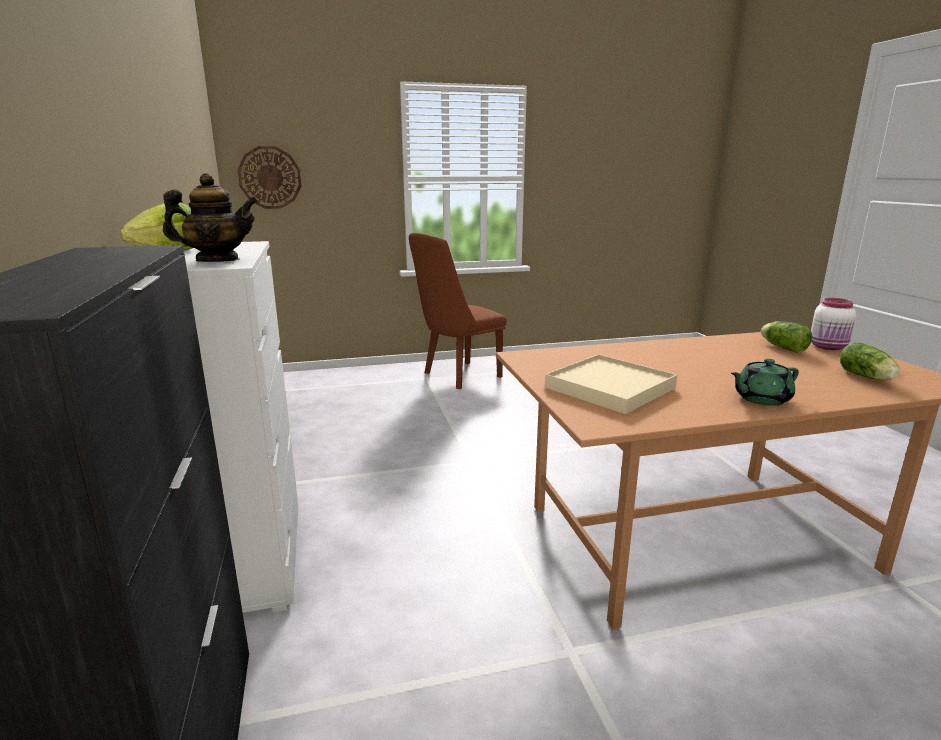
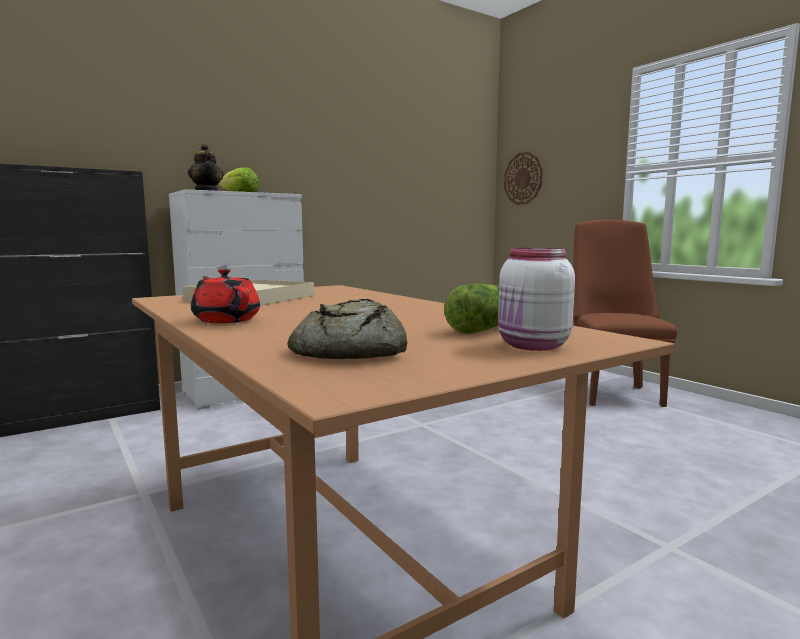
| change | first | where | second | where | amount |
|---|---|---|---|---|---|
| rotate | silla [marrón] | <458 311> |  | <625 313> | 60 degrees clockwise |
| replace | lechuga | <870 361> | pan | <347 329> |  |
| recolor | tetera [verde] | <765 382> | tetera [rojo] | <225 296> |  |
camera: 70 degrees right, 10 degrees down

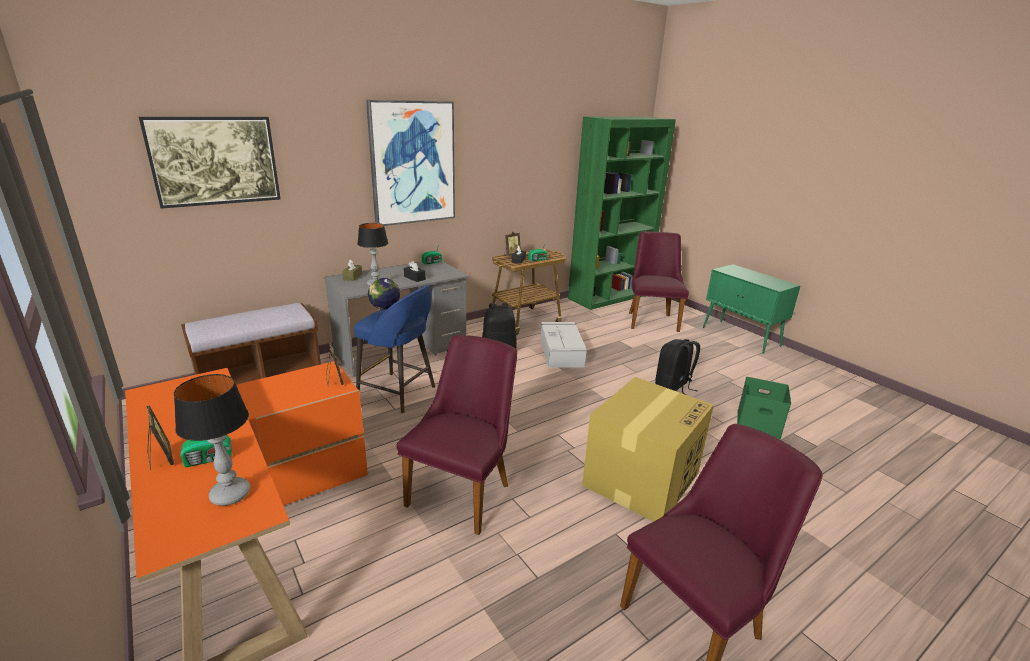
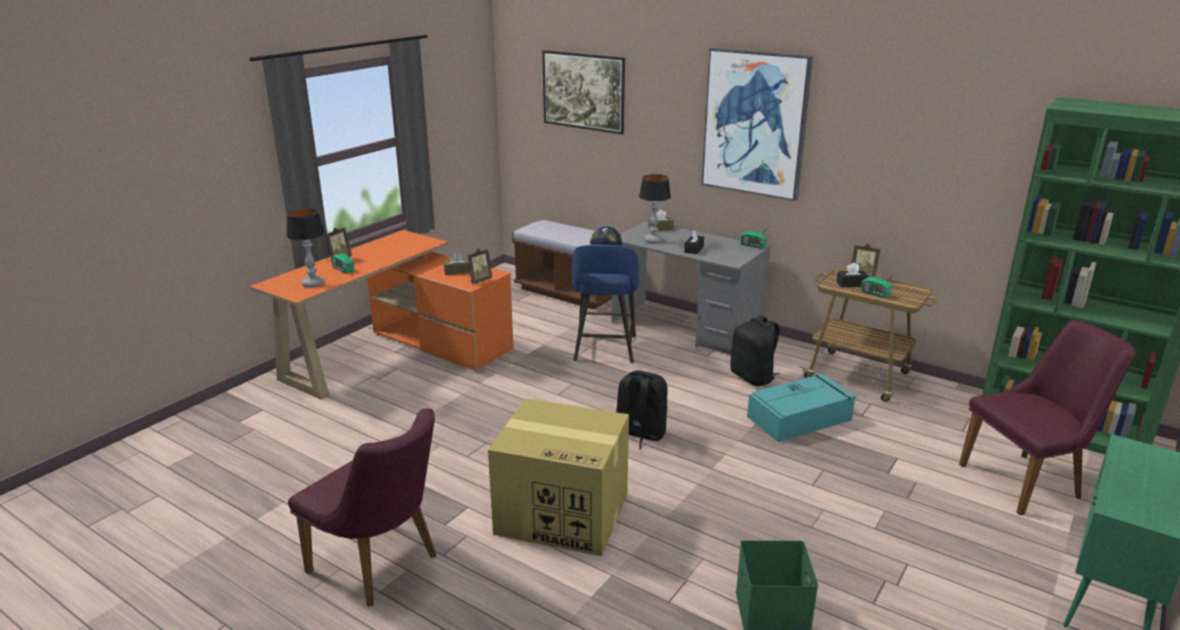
| change | first | where | second | where | amount |
|---|---|---|---|---|---|
| recolor | caja de almacenaje [gris] | <563 345> | caja de almacenaje [turquesa] | <801 408> |  |
| delete | silla [morado] | <456 435> |  |  |  |
| move | mochila [negro] | <677 367> |  | <642 409> |  |
| insert |  |  | caja de pañuelos [marrón] | <456 263> |  |
camera: 70 degrees right, 0 degrees up

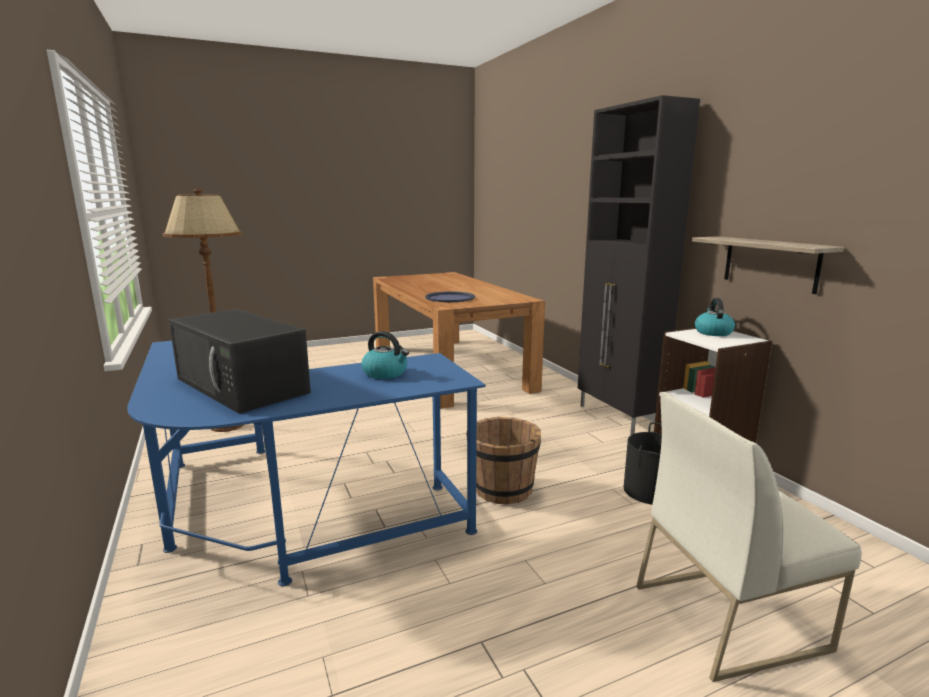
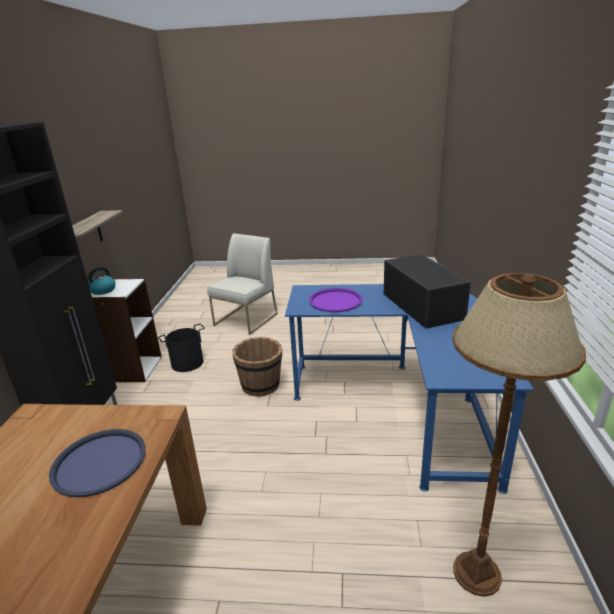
| change | first | where | second | where | amount |
|---|---|---|---|---|---|
| replace | hervidor | <385 355> | bandeja [morado] | <336 300> |  |
| rotate | silla [blanco] | <749 537> |  | <242 284> | 75 degrees counterclockwise |
camera: 150 degrees left, 10 degrees up

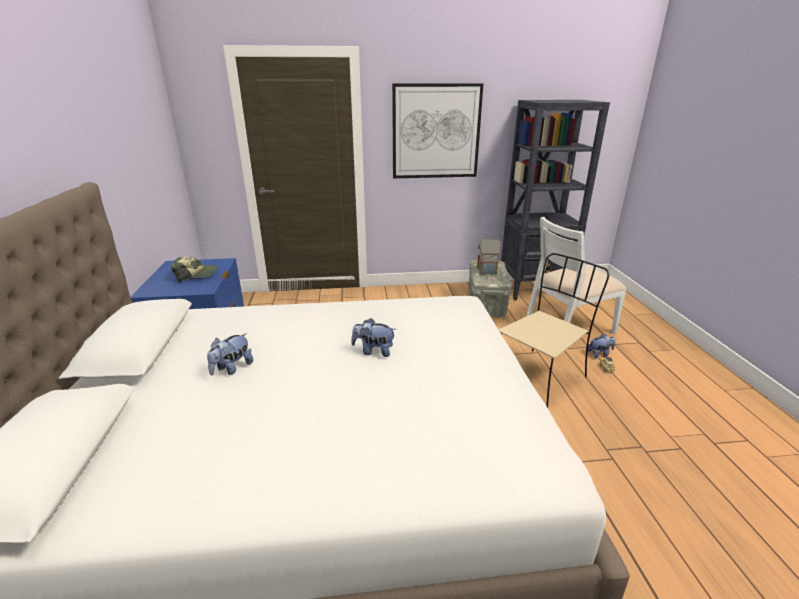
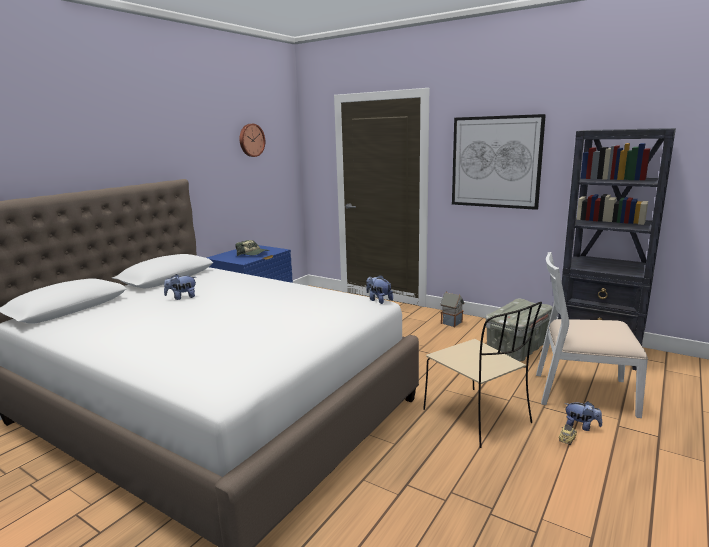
| change | first | where | second | where | amount |
|---|---|---|---|---|---|
| move | casita | <489 256> |  | <452 309> |  |
| rotate | silla [beis] | <553 330> |  | <482 375> | 60 degrees clockwise |
| move | peluche | <373 337> |  | <379 289> |  |
| insert |  |  | reloj de pared | <252 140> |  |
camera: 40 degrees right, 10 degrees down

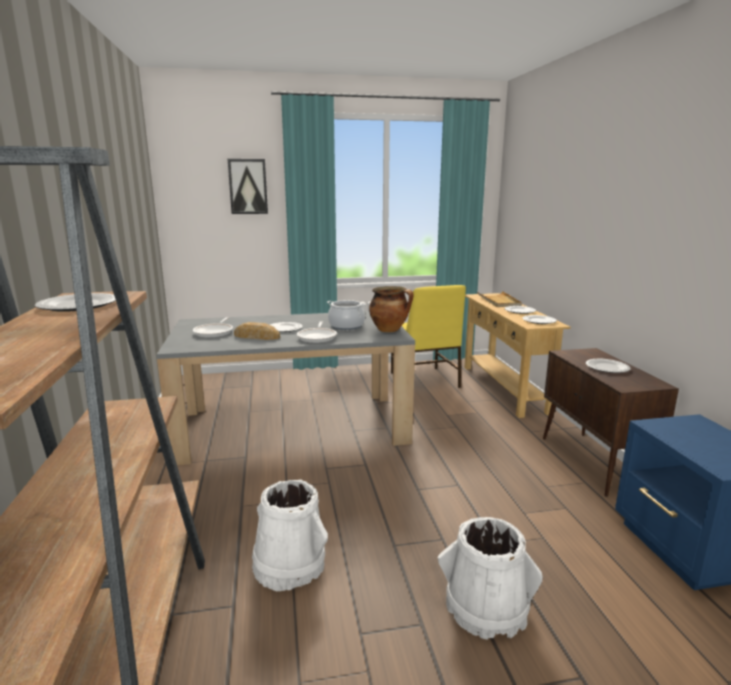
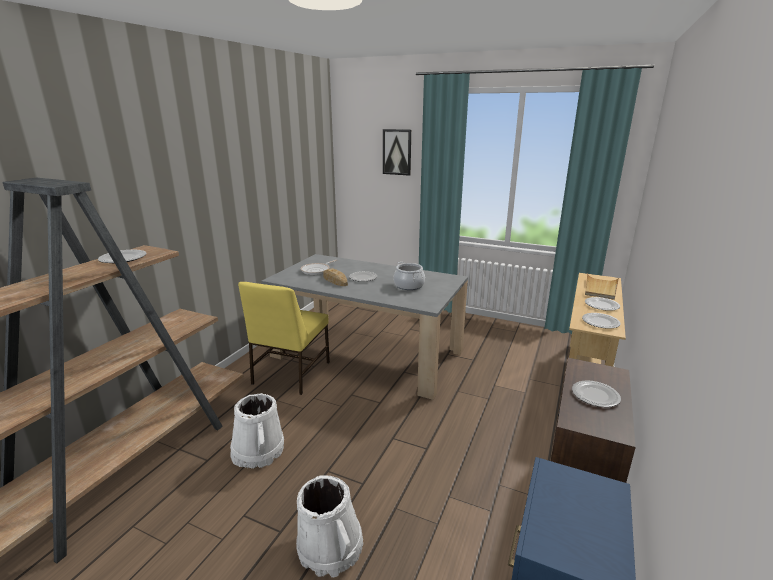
| change | first | where | second | where | amount |
|---|---|---|---|---|---|
| move | silla [amarillo] | <428 336> |  | <284 338> |  |
| delete | olla | <391 309> |  |  |  |
| delete | sartén | <317 332> |  |  |  |
camera: 35 degrees right, 5 degrees up

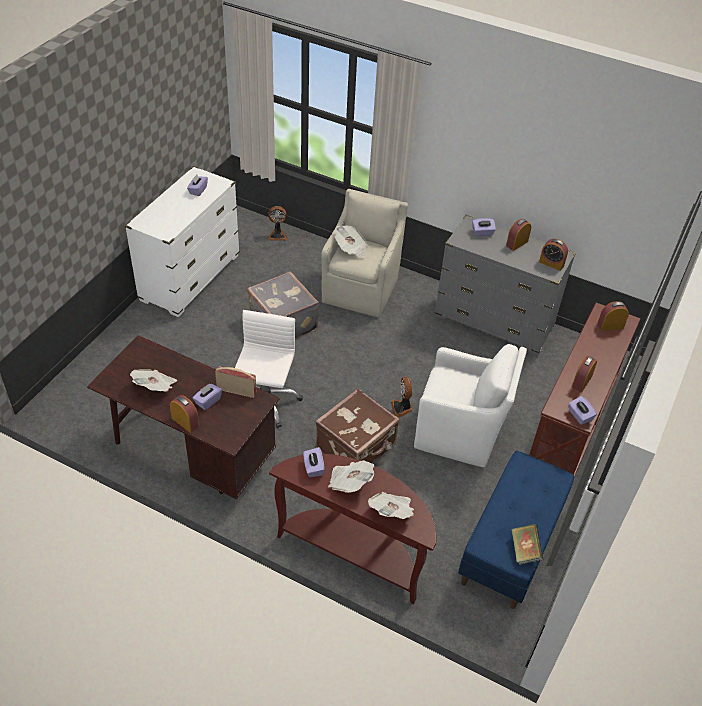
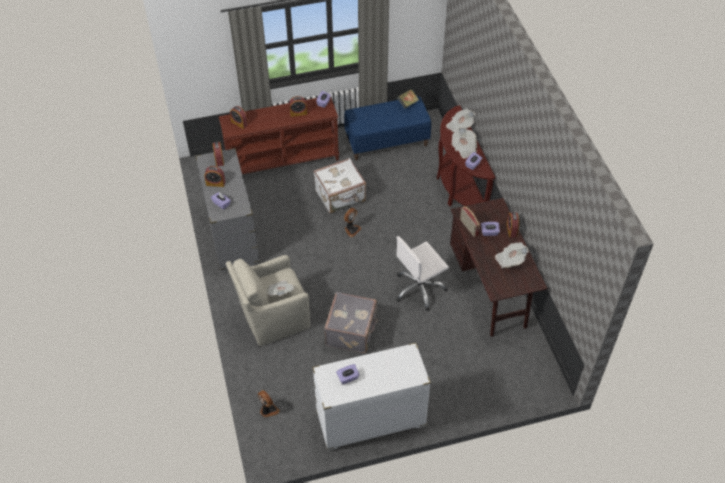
| change | first | where | second | where | amount |
|---|---|---|---|---|---|
| replace | sillón [blanco] | <470 405> | maleta [blanco] | <339 185> |  |
| delete | maleta [marrón] | <358 425> |  |  |  |
camera: 130 degrees left, 5 degrees up

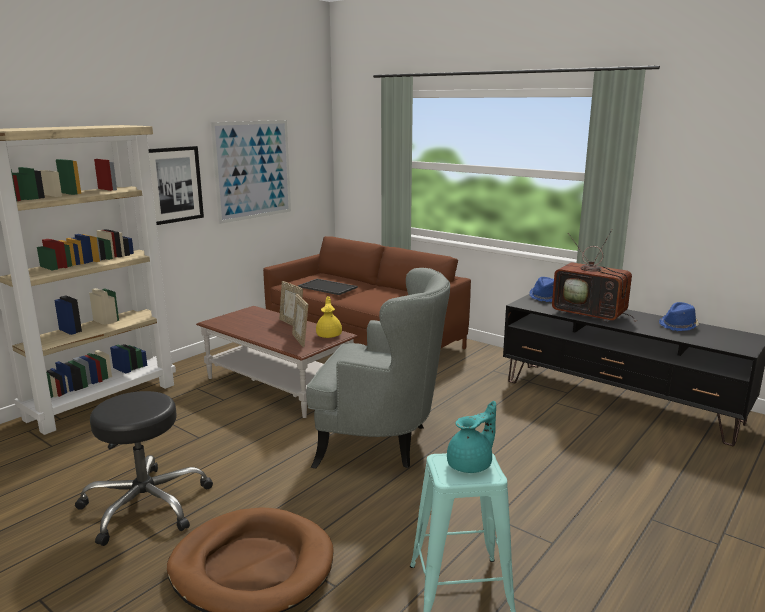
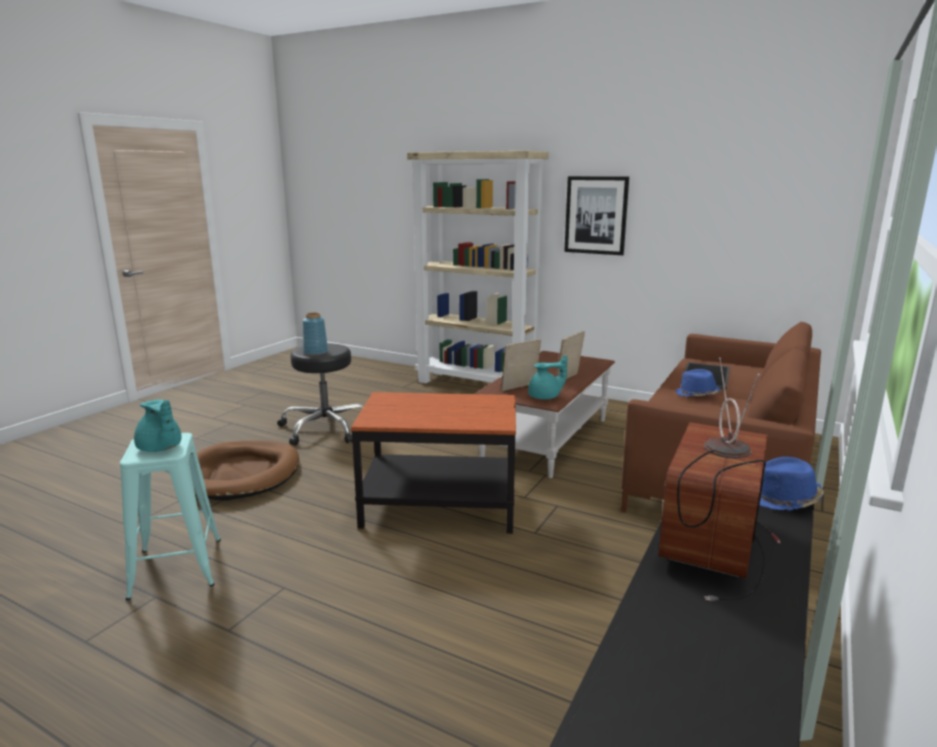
| change | first | where | second | where | amount |
|---|---|---|---|---|---|
| delete | cuadro | <251 172> |  |  |  |
| replace | sillón [gris] | <378 368> | mesa auxiliar | <433 463> |  |
| recolor | tetera [amarillo] | <329 317> | tetera [turquesa] | <547 377> |  |
| move | sombrero [azul] | <679 316> |  | <698 383> |  |
| insert |  |  | florero [azul] | <315 333> |  |
camera: 80 degrees right, 0 degrees up

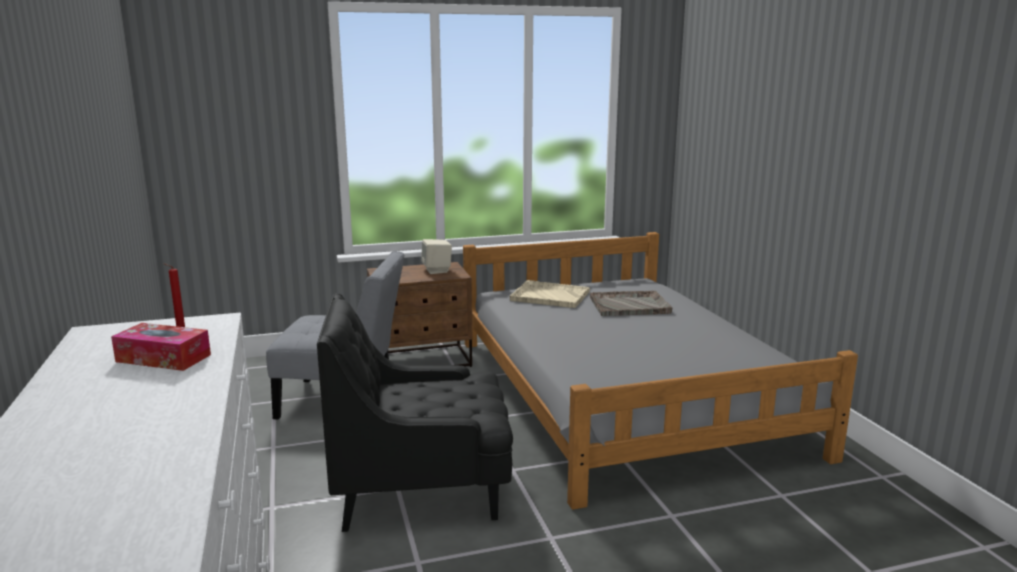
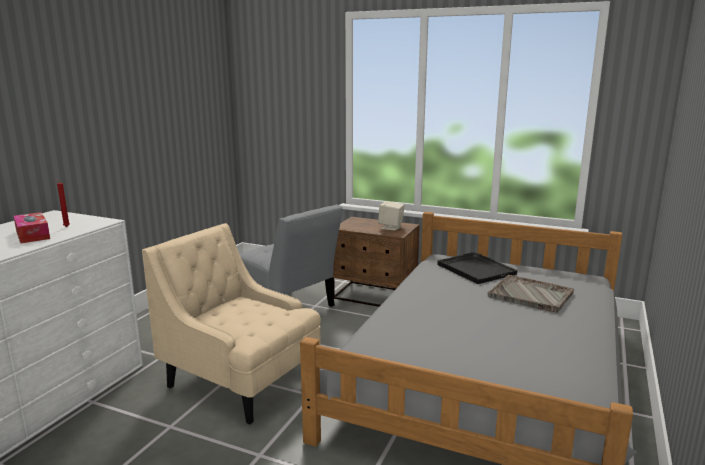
| change | first | where | second | where | amount |
|---|---|---|---|---|---|
| recolor | bandeja [beis] | <549 294> | bandeja [negro] | <477 268> |  |
| recolor | sillón [negro] | <415 412> | sillón [beis] | <231 323> |  |
camera: 40 degrees right, 0 degrees up

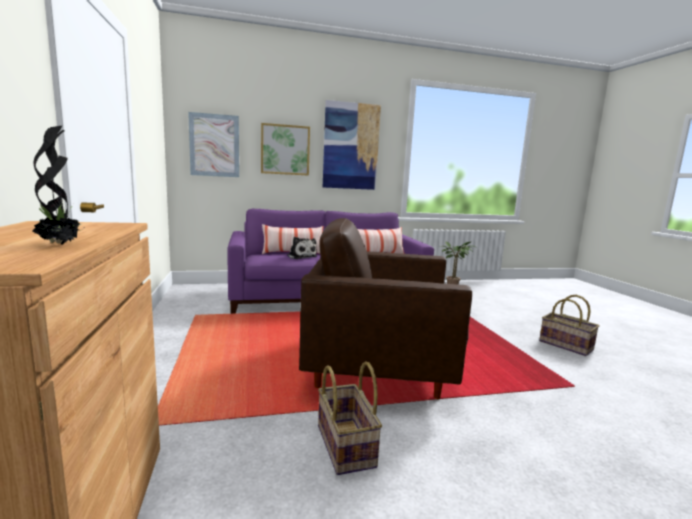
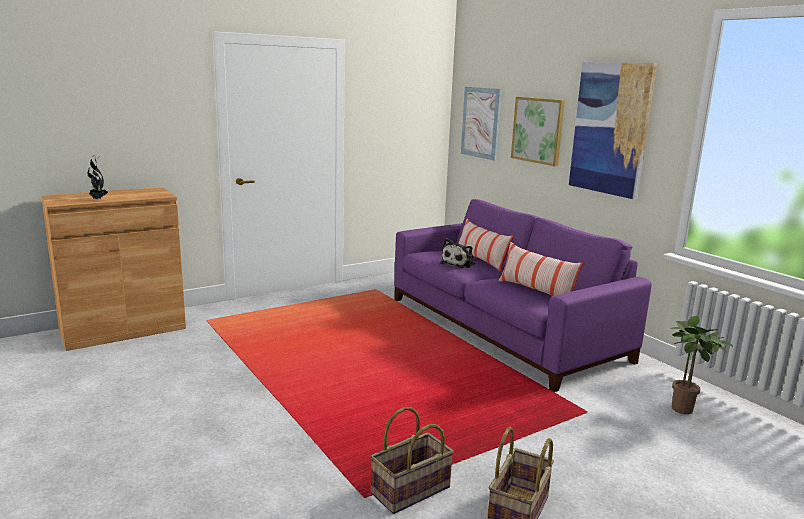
| change | first | where | second | where | amount |
|---|---|---|---|---|---|
| delete | sillón [marrón] | <385 309> |  |  |  |
| move | cesta | <350 418> |  | <412 460> |  |
camera: 70 degrees right, 5 degrees up

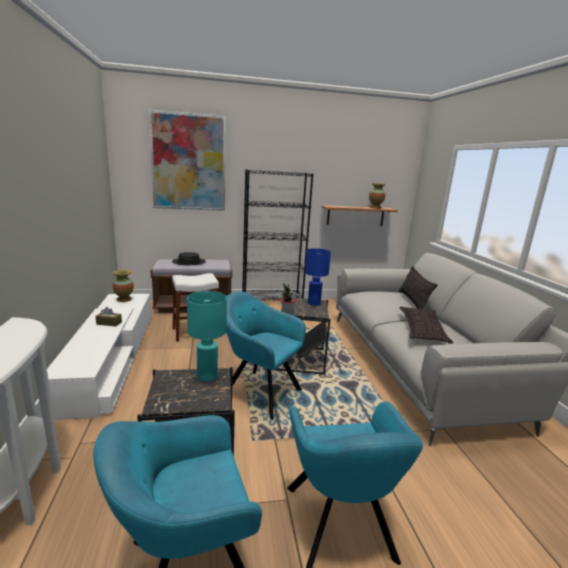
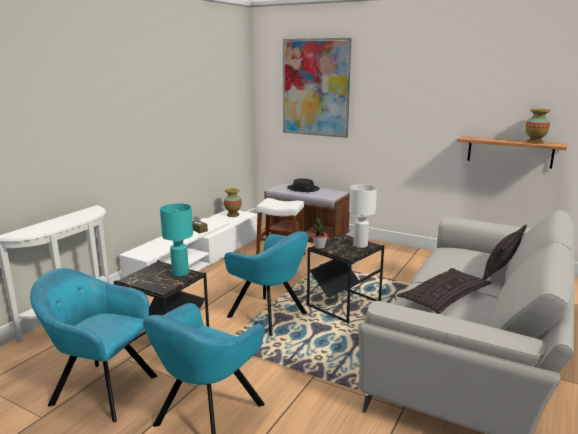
| change | first | where | second | where | amount |
|---|---|---|---|---|---|
| delete | estantería [negro] | <278 235> |  |  |  |
| recolor | lámpara de mesa [azul] | <318 277> | lámpara de mesa [blanco] | <363 216> |  |
| rotate | sillón [turquesa] | <266 356> |  | <266 283> | 150 degrees clockwise |
camera: 40 degrees right, 0 degrees up

